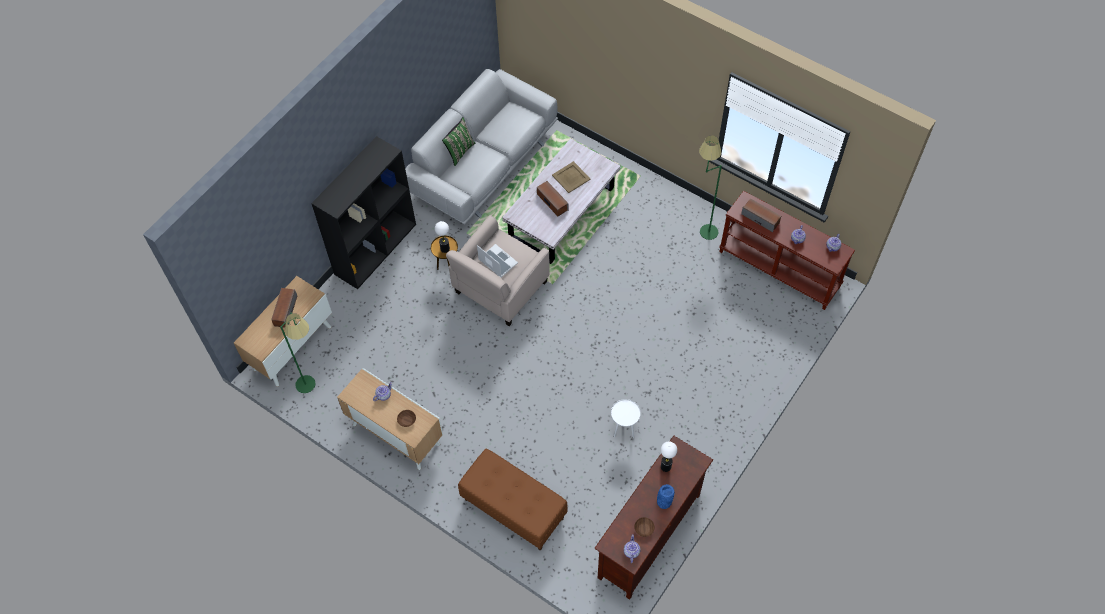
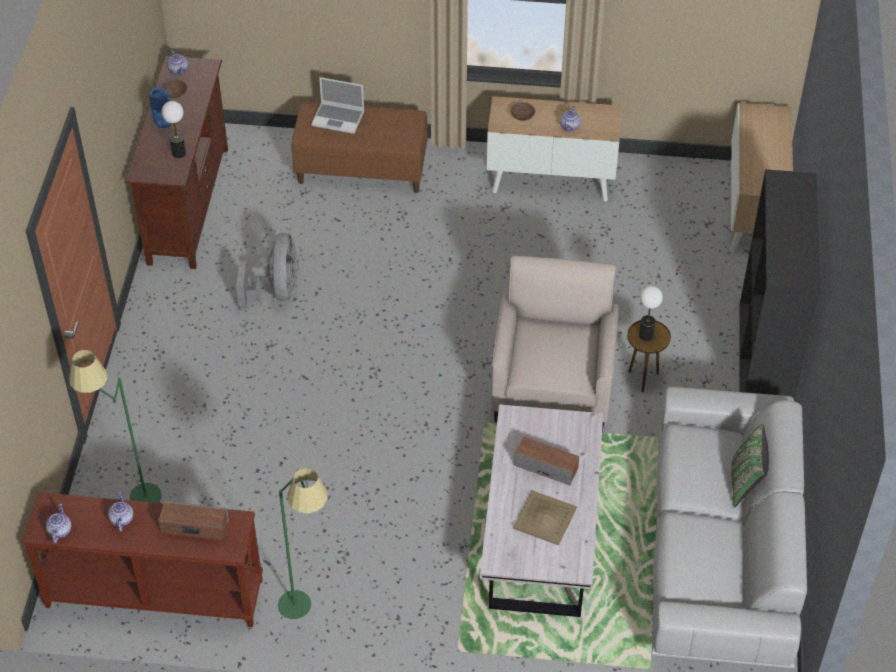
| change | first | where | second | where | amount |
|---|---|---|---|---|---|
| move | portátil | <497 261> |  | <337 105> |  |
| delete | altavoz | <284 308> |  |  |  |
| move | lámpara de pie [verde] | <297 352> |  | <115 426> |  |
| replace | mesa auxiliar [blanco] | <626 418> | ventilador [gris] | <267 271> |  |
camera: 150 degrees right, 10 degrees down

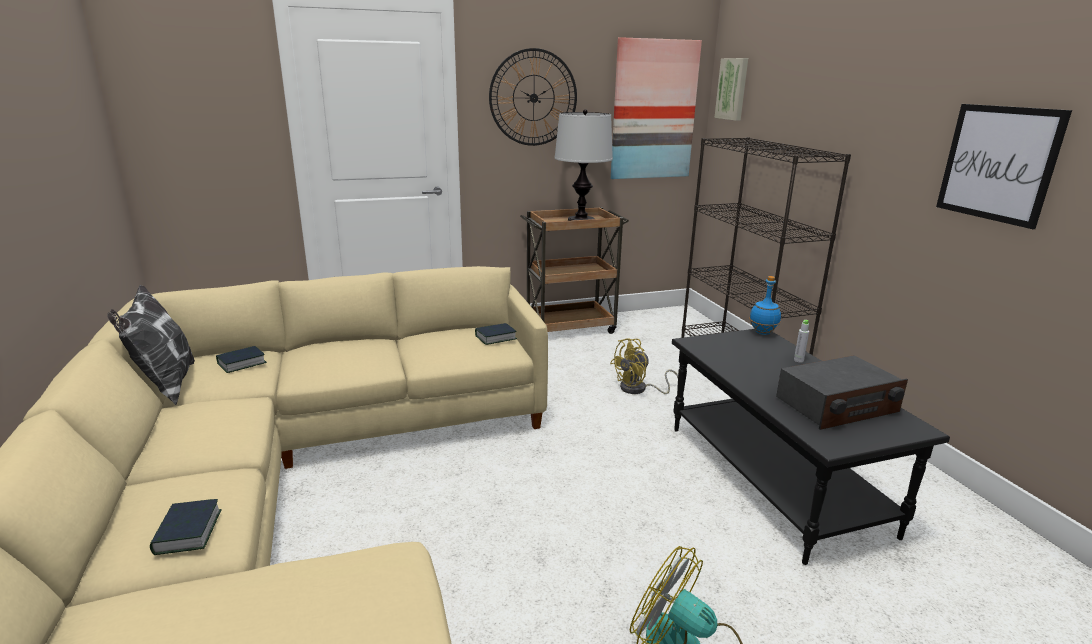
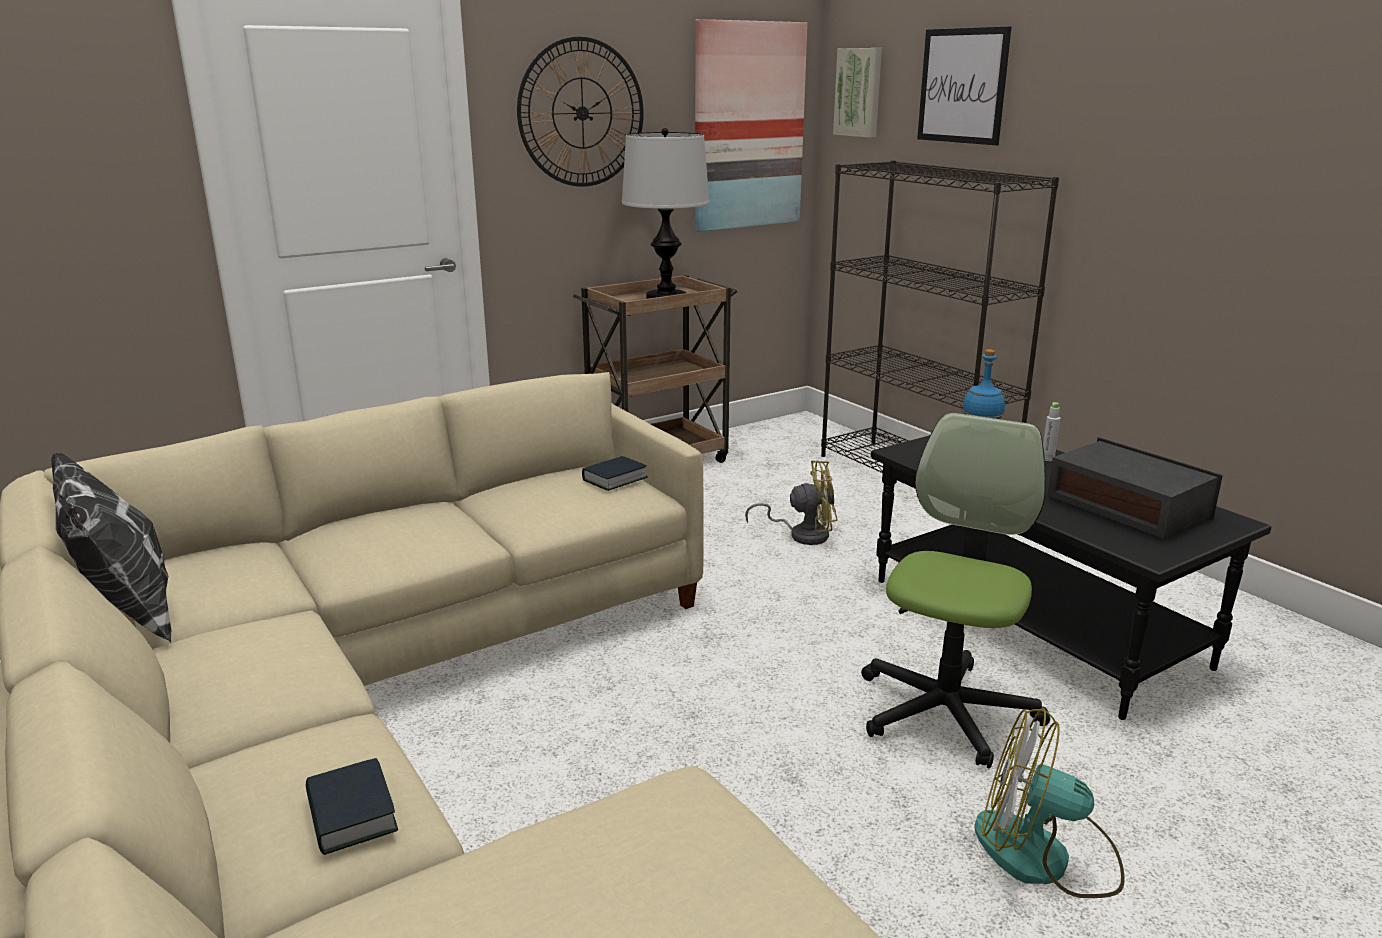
| change | first | where | second | where | amount |
|---|---|---|---|---|---|
| move | cuadro | <1004 166> |  | <964 86> |  |
| rotate | ventilador [amarillo] | <644 366> |  | <791 502> | 135 degrees counterclockwise |
| delete | libro | <241 359> |  |  |  |
| rotate | radio | <842 392> |  | <1135 488> | 90 degrees counterclockwise |
| insert |  |  | silla de oficina | <955 591> |  |
camera: 15 degrees left, 0 degrees up

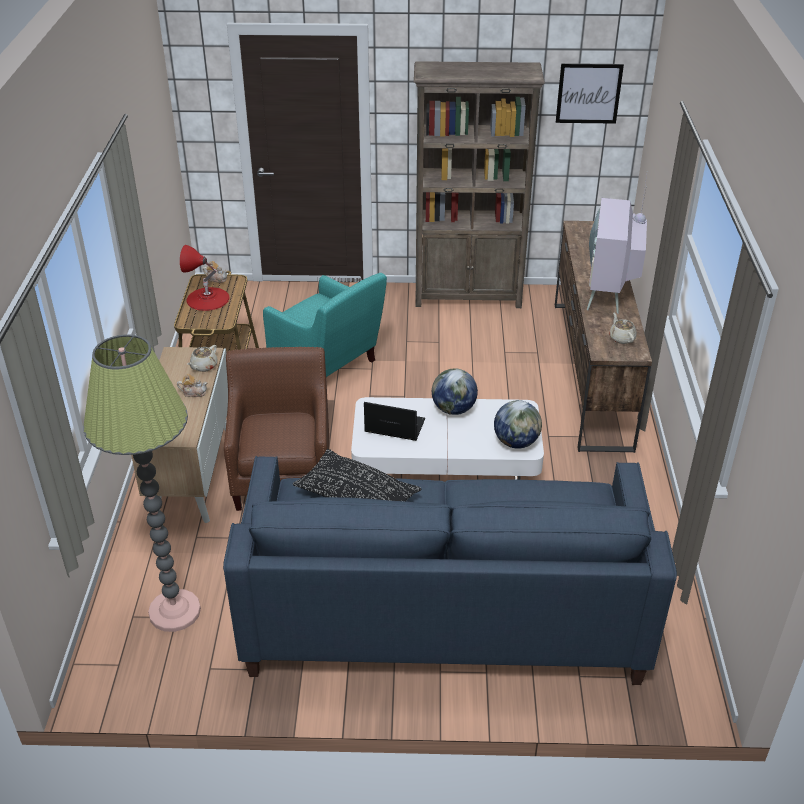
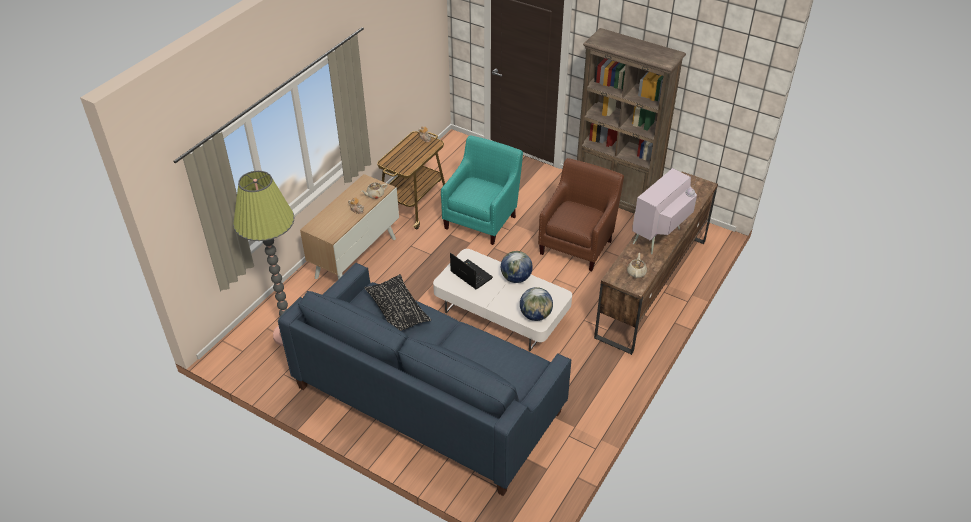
| change | first | where | second | where | amount |
|---|---|---|---|---|---|
| delete | cuadro | <590 93> |  |  |  |
| delete | lámpara de mesa [rojo] | <205 278> |  |  |  |
| rotate | sillón [turquesa] | <325 325> |  | <482 190> | 135 degrees counterclockwise |
| move | sillón [marrón] | <276 429> |  | <581 214> |  |
camera: 30 degrees right, 5 degrees up

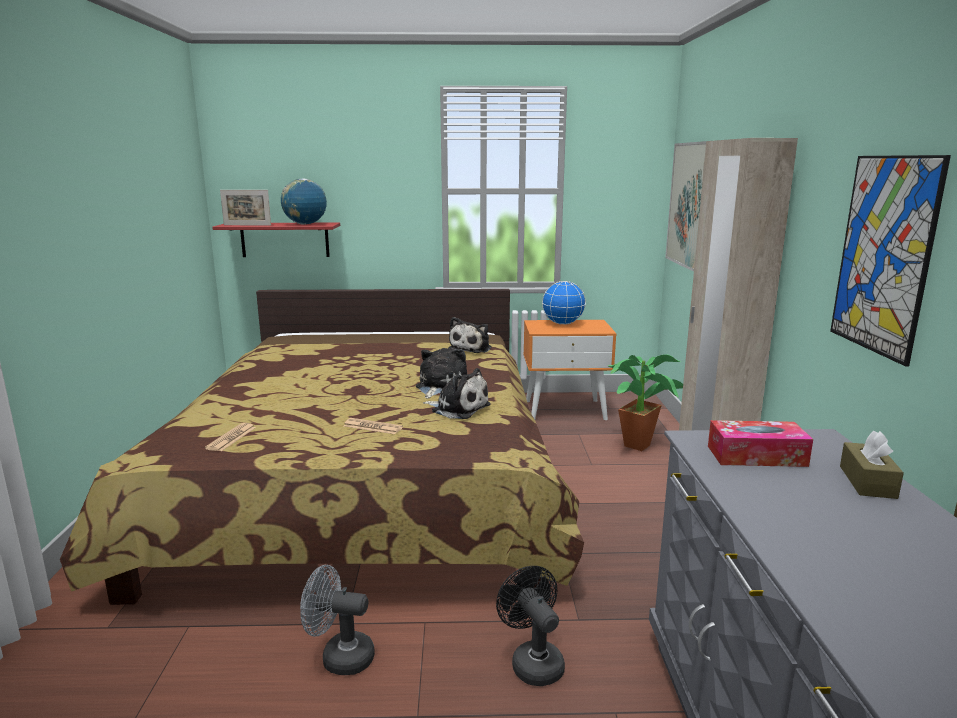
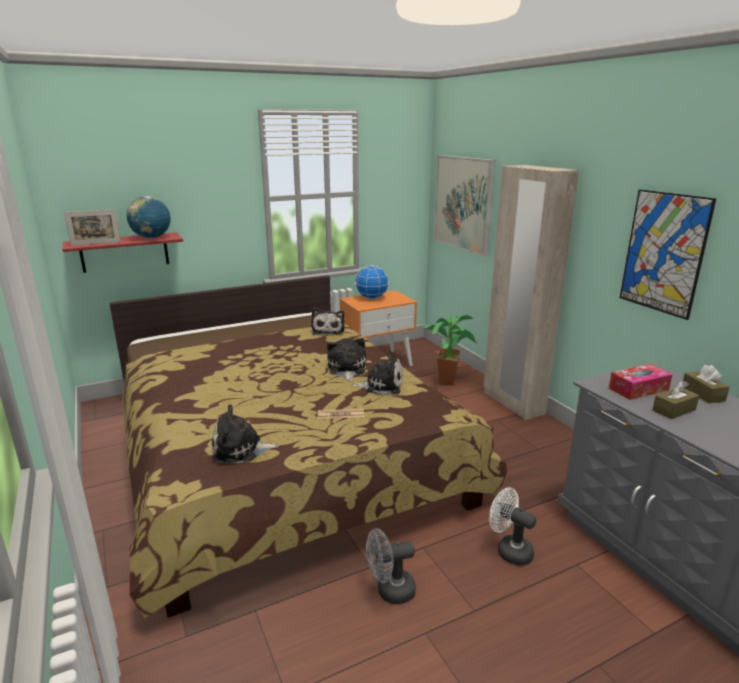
| change | first | where | second | where | amount |
|---|---|---|---|---|---|
| replace | periódico | <230 437> | peluche | <245 434> |  |
| recolor | ventilador [negro] | <530 626> | ventilador [blanco] | <512 526> |  |
| insert |  |  | caja de pañuelos [marrón] | <676 400> |  |
camera: 25 degrees left, 5 degrees up

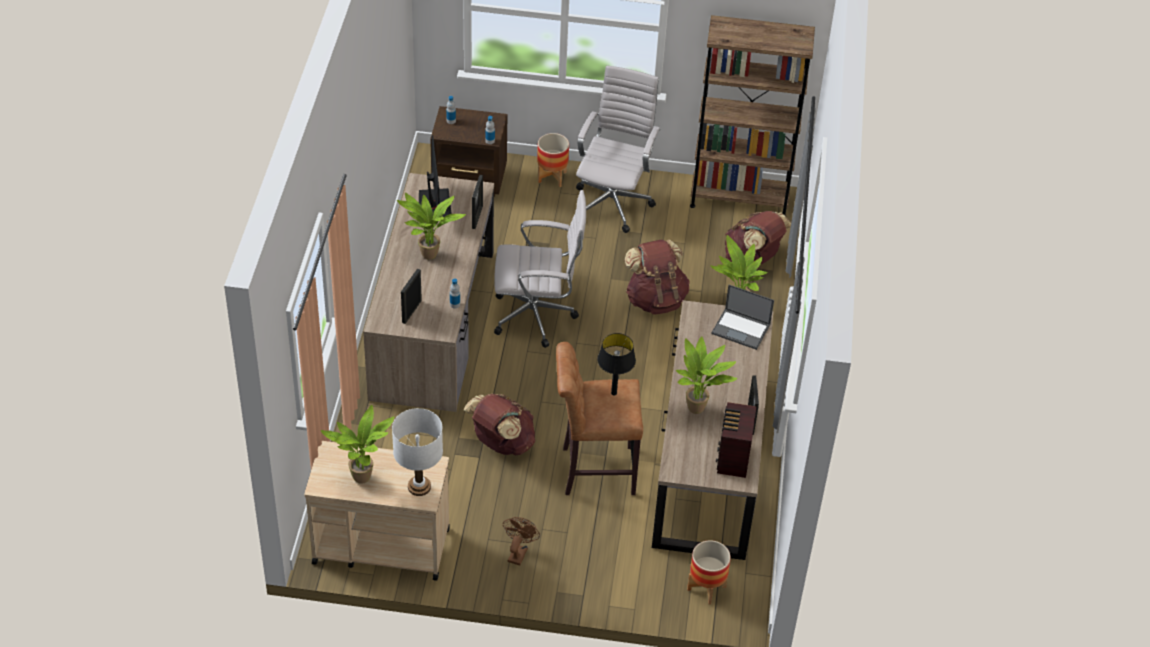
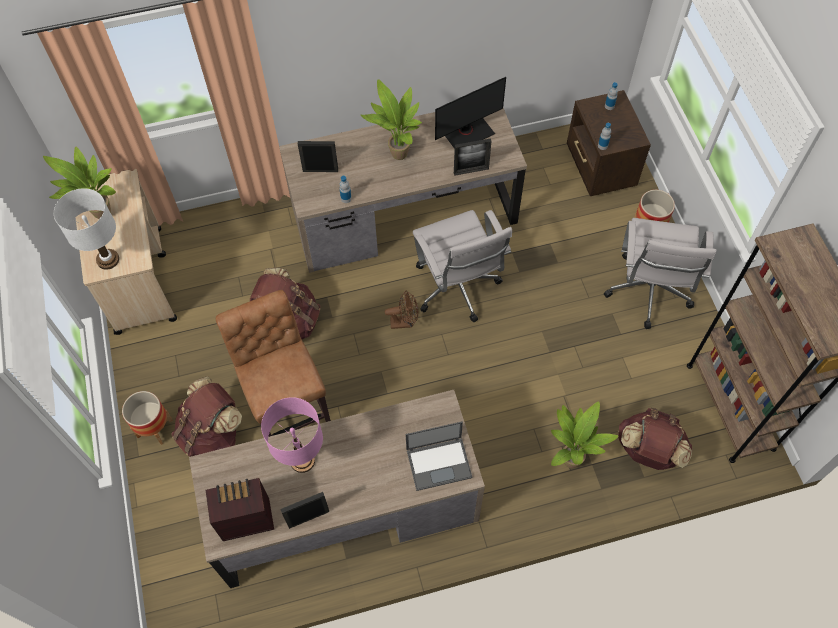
| change | first | where | second | where | amount |
|---|---|---|---|---|---|
| rotate | silla de oficina [blanco] | <618 149> |  | <660 273> | 105 degrees clockwise |
| move | mochila [marrón] | <657 277> |  | <206 417> |  |
| rotate | portátil | <742 317> |  | <439 456> | 105 degrees counterclockwise |
| delete | lámpara de mesa [negro] | <616 364> |  |  |  |
| replace | planta en maceta | <706 375> | lámpara de mesa [rosa] | <292 435> |  |
| move | ventilador [marrón] | <521 541> |  | <401 309> |  |
| move | maceta | <709 572> |  | <147 418> |  |
camera: 70 degrees right, 15 degrees up

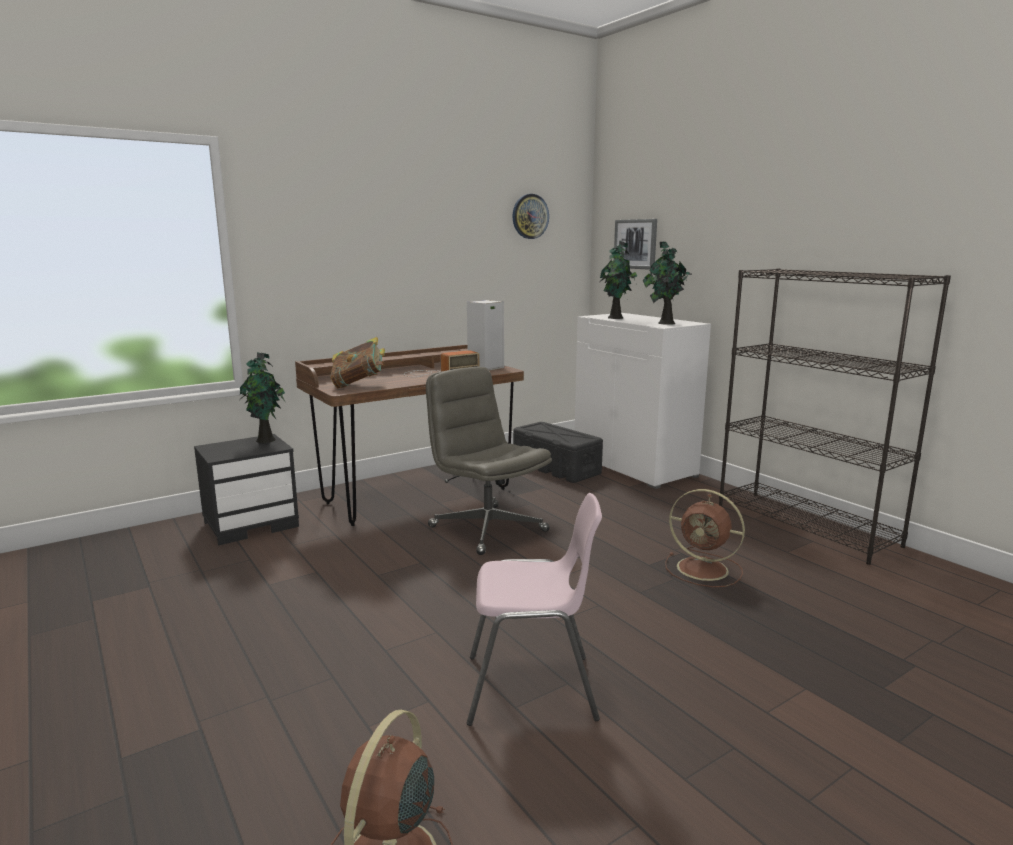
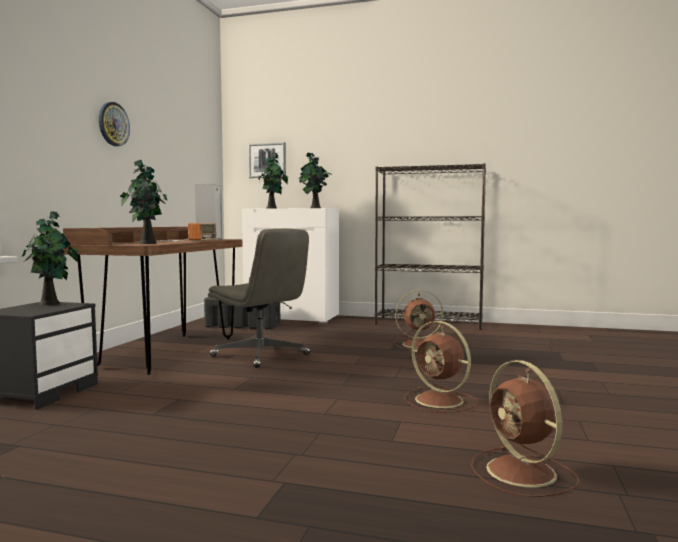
| change | first | where | second | where | amount |
|---|---|---|---|---|---|
| move | reloj de pared | <530 216> |  | <114 124> |  |
| replace | libro | <357 362> | planta en maceta | <143 202> |  |
| rotate | silla de oficina [gris] | <489 461> |  | <259 298> | 150 degrees counterclockwise |
| replace | silla [rosa] | <534 609> | ventilador [marrón] | <441 367> |  |
camera: 40 degrees left, 10 degrees down

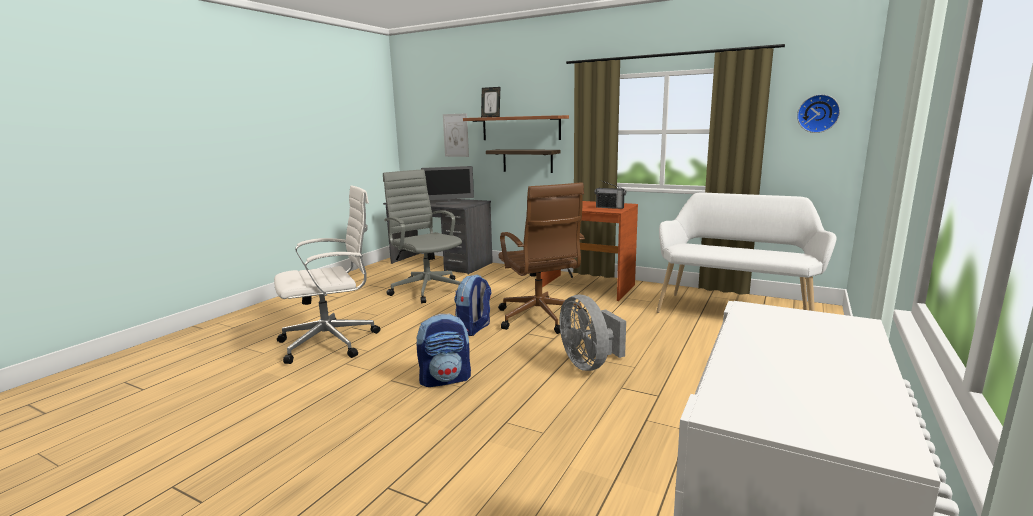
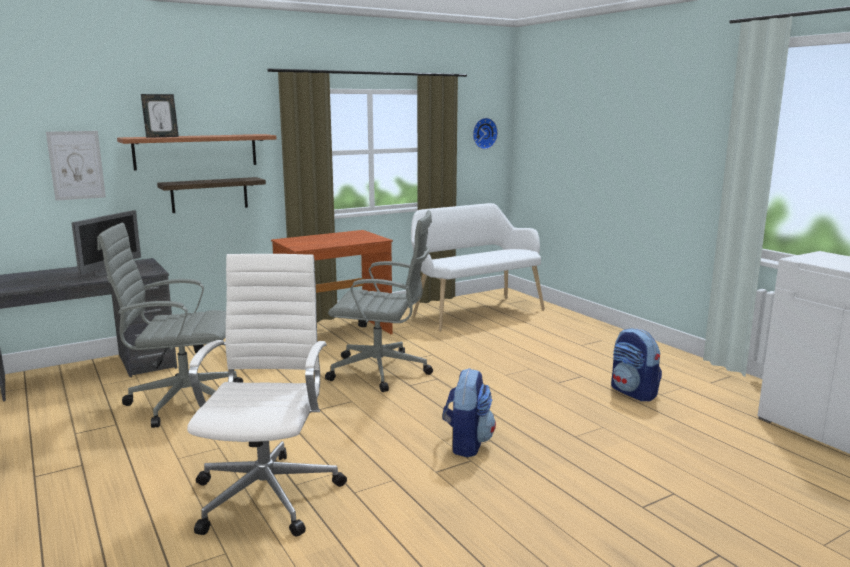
| change | first | where | second | where | amount |
|---|---|---|---|---|---|
| delete | radio | <610 194> |  |  |  |
| recolor | silla de oficina [marrón] | <542 258> | silla de oficina [gris] | <379 301> |  |
| move | mochila | <473 305> |  | <636 364> |  |
| delete | ventilador [gris] | <592 333> |  |  |  |
camera: 60 degrees left, 0 degrees up

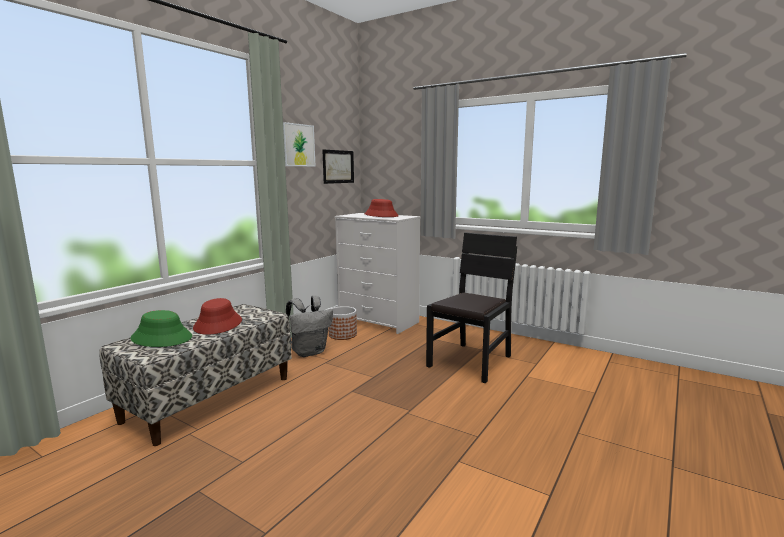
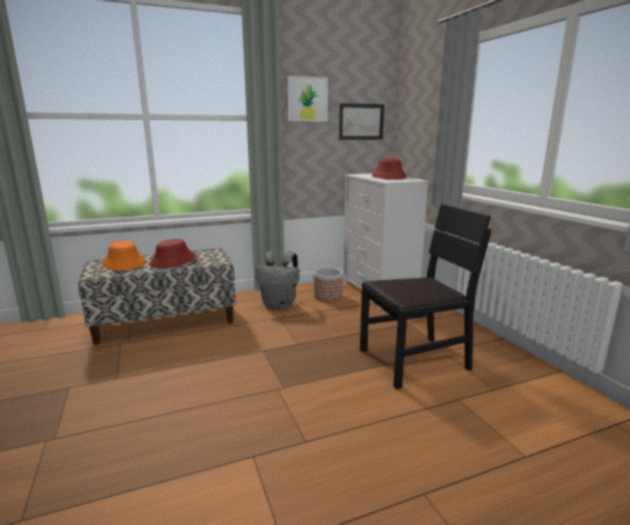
| change | first | where | second | where | amount |
|---|---|---|---|---|---|
| recolor | sombrero [verde] | <161 328> | sombrero [naranja] | <124 256> |  |
camera: 35 degrees right, 5 degrees up

